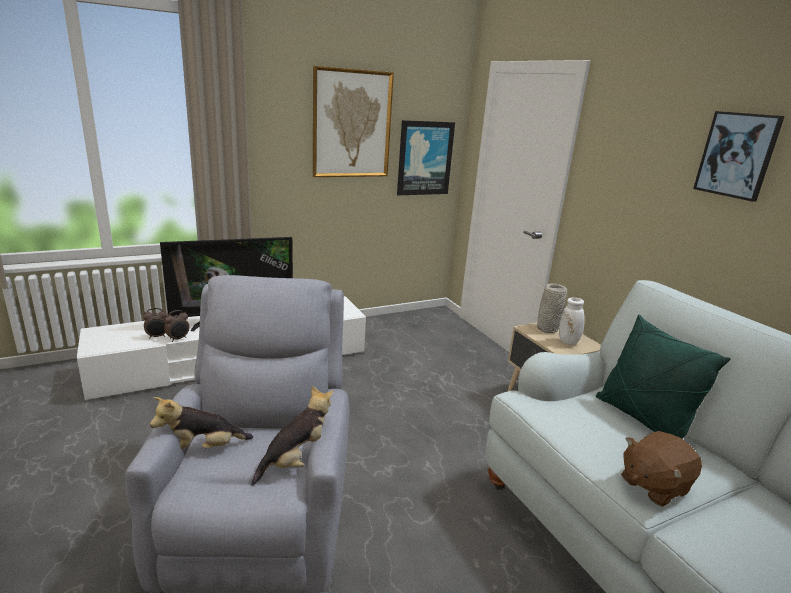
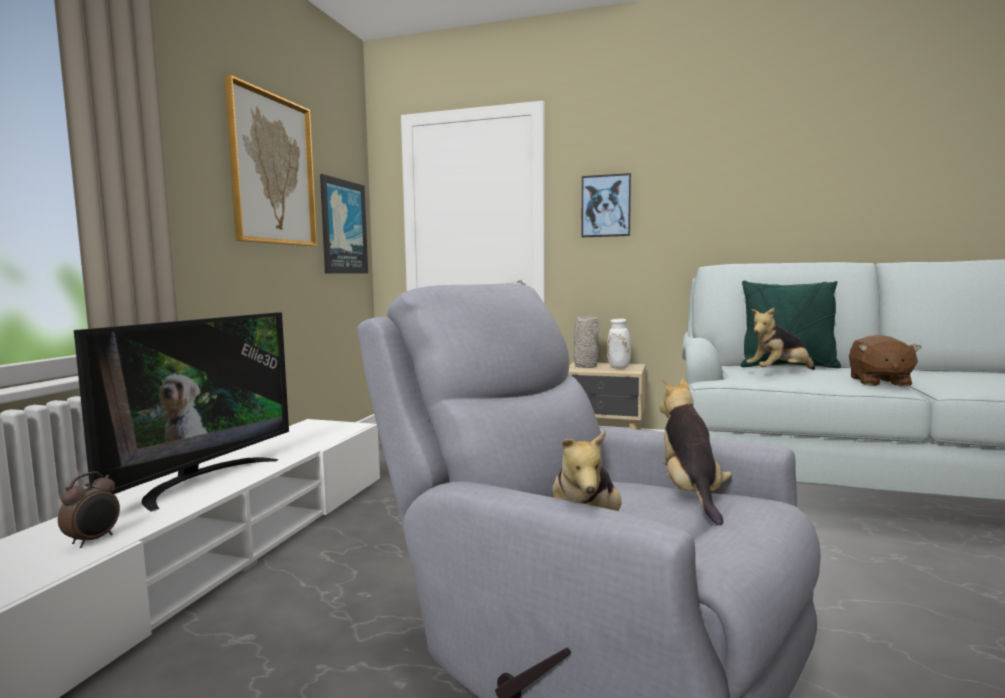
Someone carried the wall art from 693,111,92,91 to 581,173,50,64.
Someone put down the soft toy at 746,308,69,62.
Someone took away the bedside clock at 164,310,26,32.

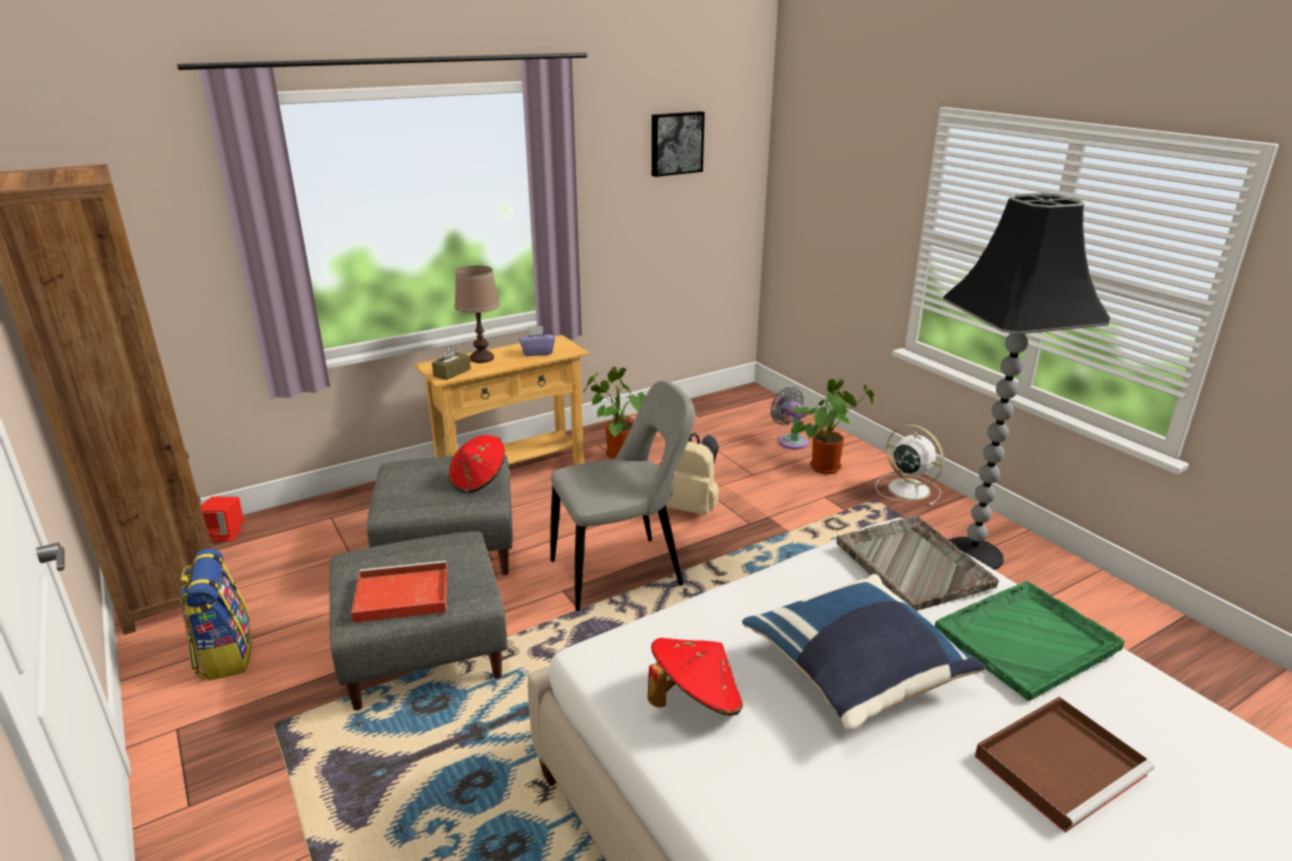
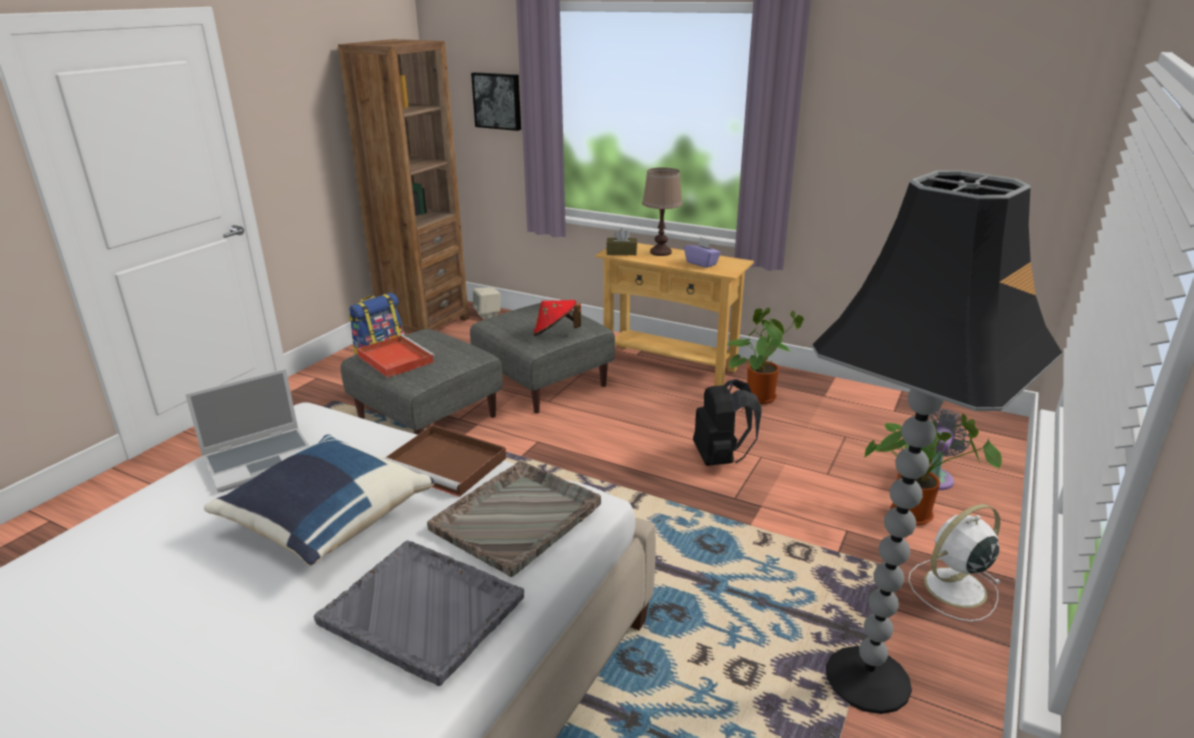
Someone swapped the red-coloured wearable hat at 648,638,95,78 for the portable computer at 185,369,125,123.
Someone repainted the green carrying tray at 935,580,190,121, which became the greyish carrying tray at 314,540,210,146.
Someone carried the brownish carrying tray from 975,697,179,136 to 384,425,122,72.
Someone carried the wall art from 652,111,53,66 to 471,72,50,59.
Someone repainted the red-coloured loudspeaker at 201,496,43,45, which became the sand-coloured loudspeaker at 473,287,27,32.
Someone repainted the sand-coloured rucksack at 666,433,53,82, which became the black-coloured rucksack at 693,379,68,87.
Someone rotated the whitish cooling fan at 875,425,69,81 by 135 degrees counterclockwise.
Someone took away the greyish upright chair at 550,381,145,230.

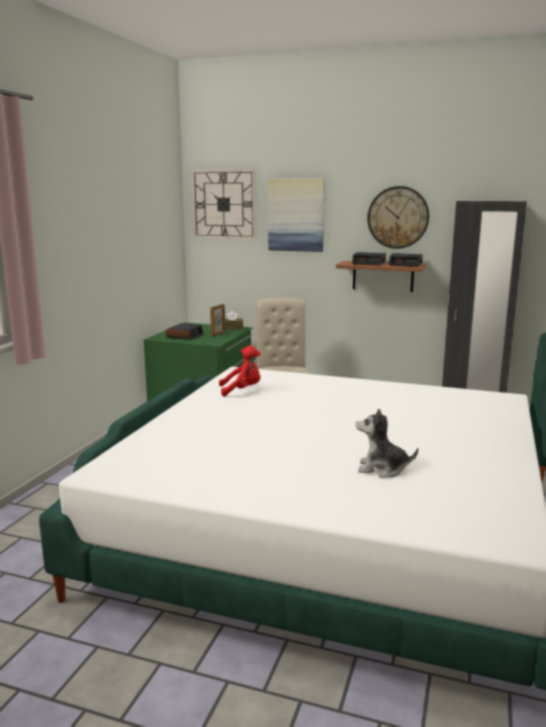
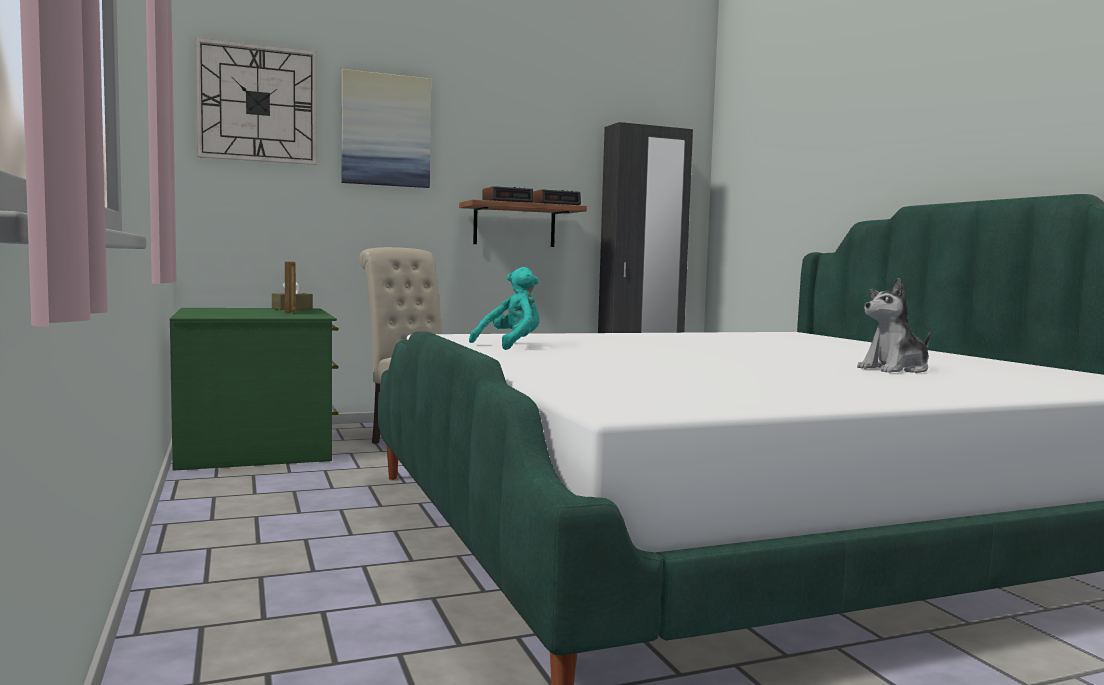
Someone repainted the red-coloured soft toy at 219,345,42,52, which became the turquoise soft toy at 469,267,70,83.
Someone took away the bedside clock at 166,323,37,17.
Someone took away the hanging clock at 367,186,62,63.

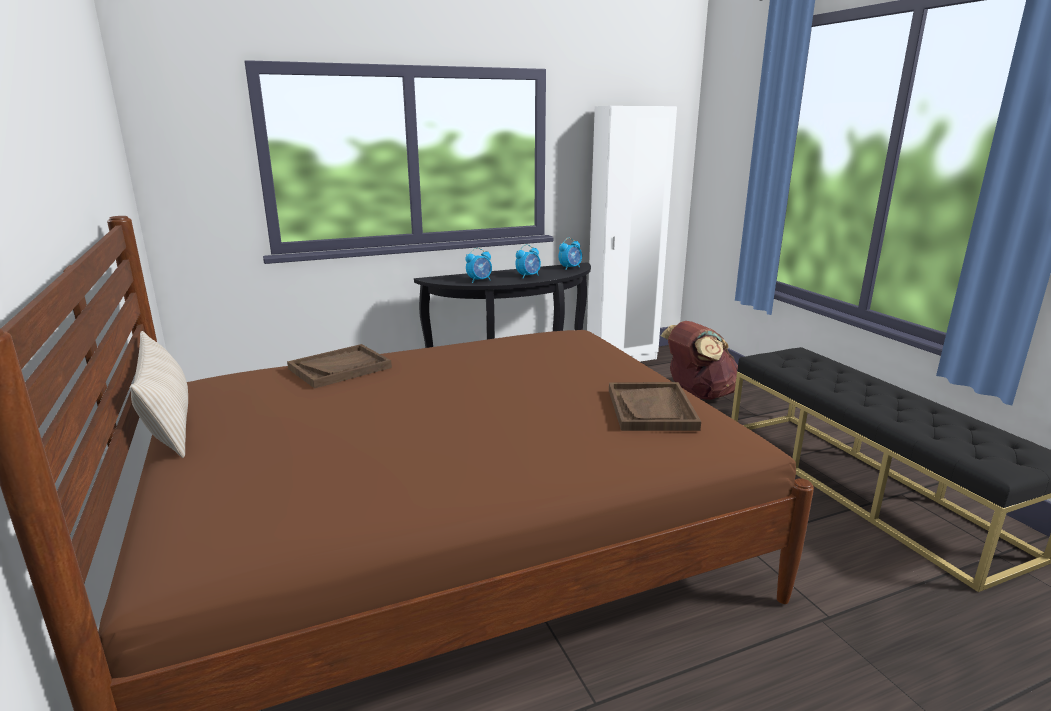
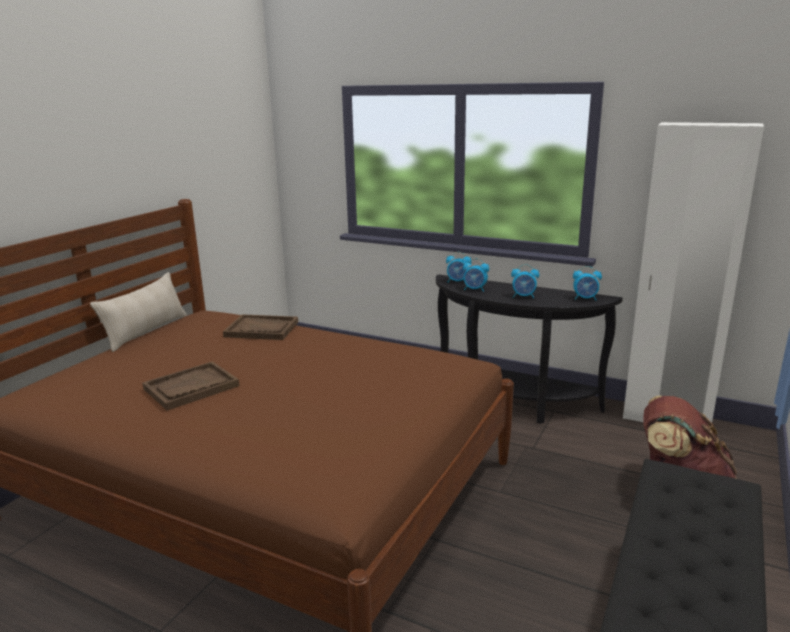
Someone carried the brownish carrying tray from 609,382,92,49 to 142,361,97,49.
Someone put down the bedside clock at 446,252,26,30.

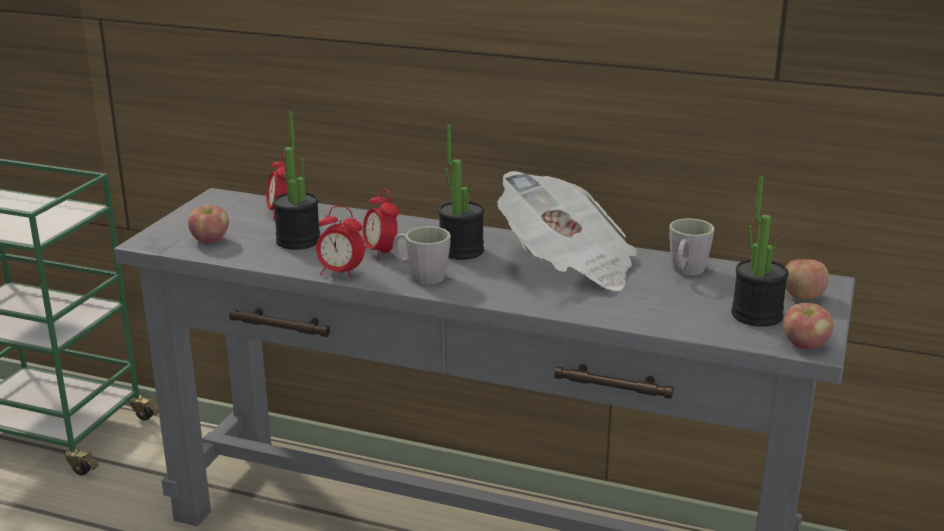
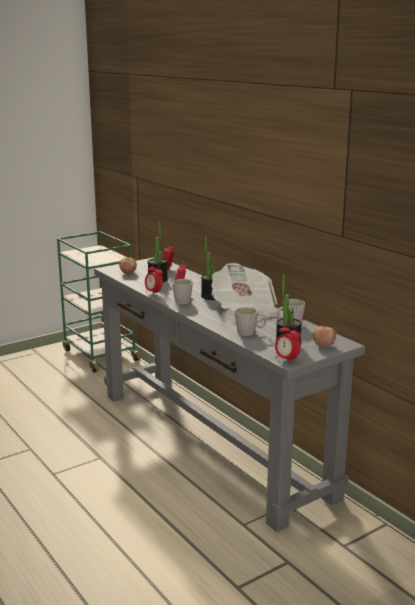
Someone put down the greyish mug at 235,307,32,29.
Someone swapped the apple at 783,303,51,46 for the bedside clock at 275,322,26,42.

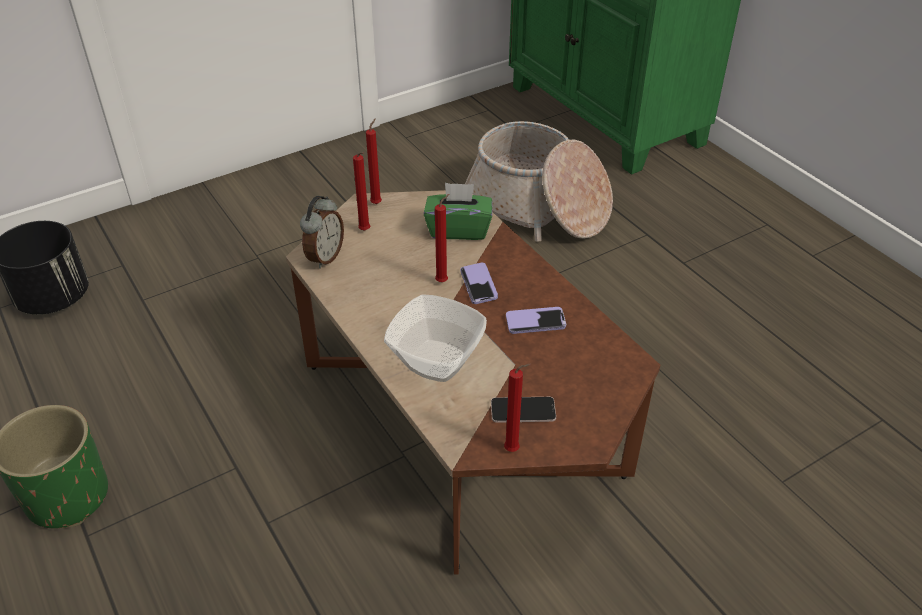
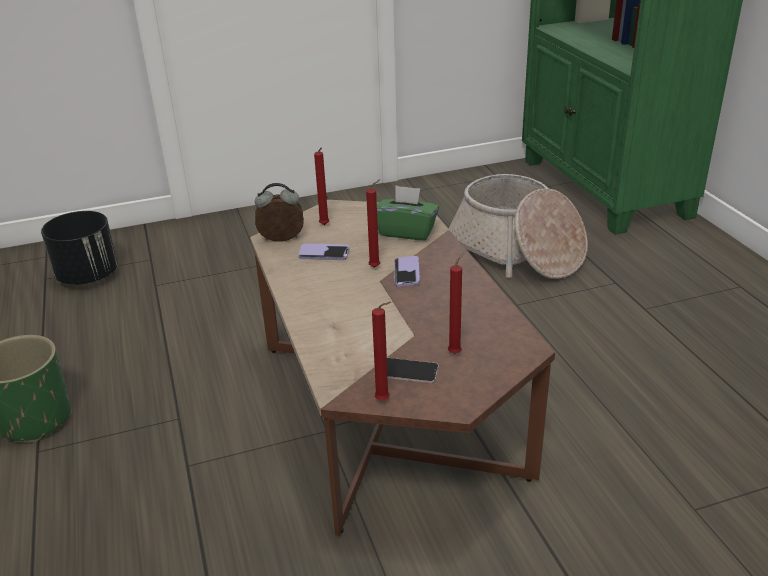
Someone rotated the bedside clock at 300,196,44,73 by 135 degrees counterclockwise.
Someone carried the handset from 506,307,60,27 to 298,243,51,17.
Someone carried the red-coloured wax candle from 366,118,16,86 to 448,253,16,101.
Someone took away the deep dish at 384,294,103,88.

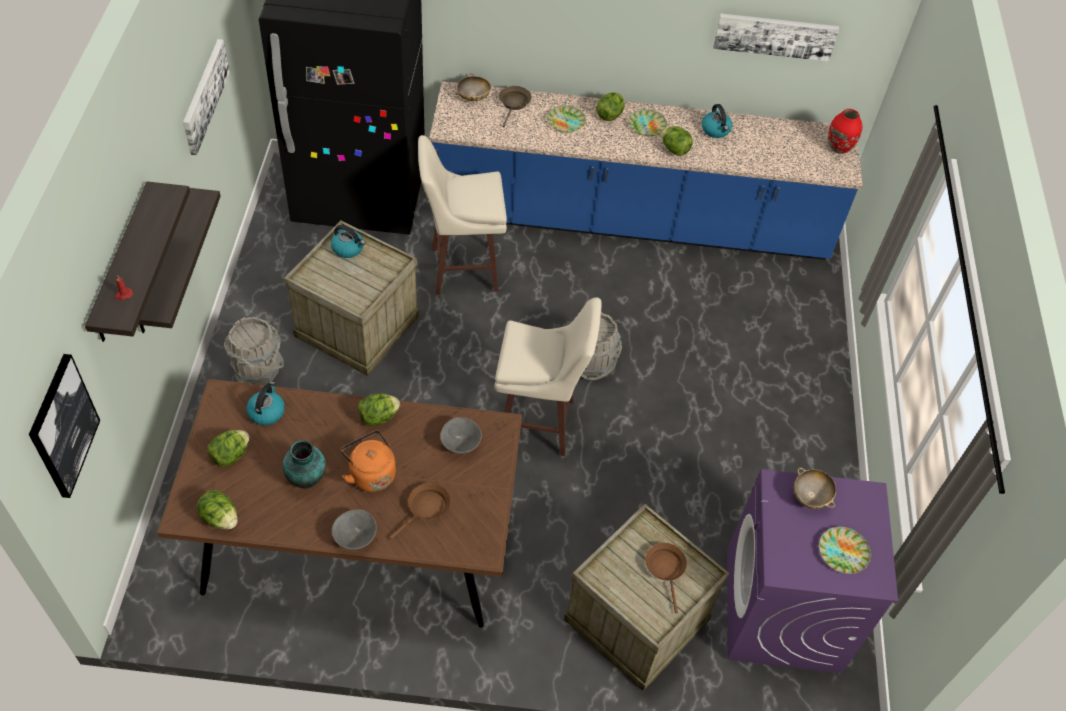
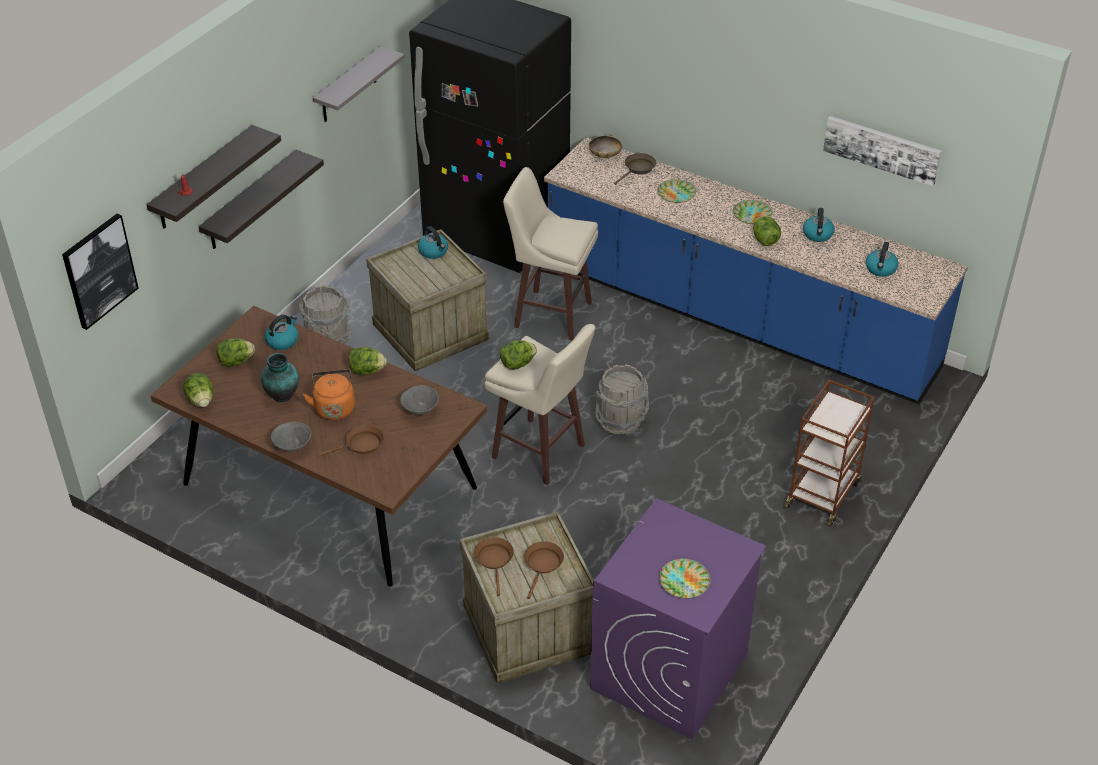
Someone swapped the wall art at 183,39,47,116 for the greyish shelf at 313,46,92,76.
Someone put down the brownish pan at 474,537,40,59.
Someone carried the lettuce head from 596,92,29,29 to 500,340,37,30.
Someone put down the brownish wheeled cart at 784,380,91,147.
Someone put down the kettle at 866,242,33,35.
Someone took away the sand-coloured deep dish at 794,468,42,41.
Someone took away the red-coloured vase at 828,109,34,45.

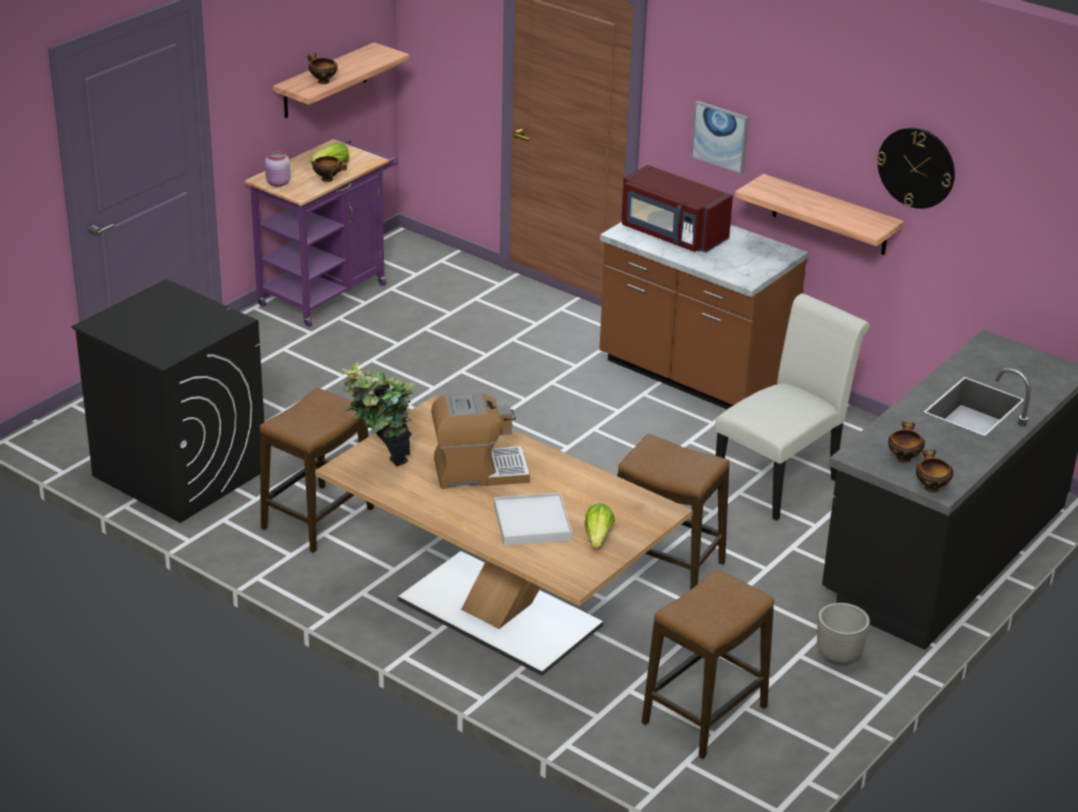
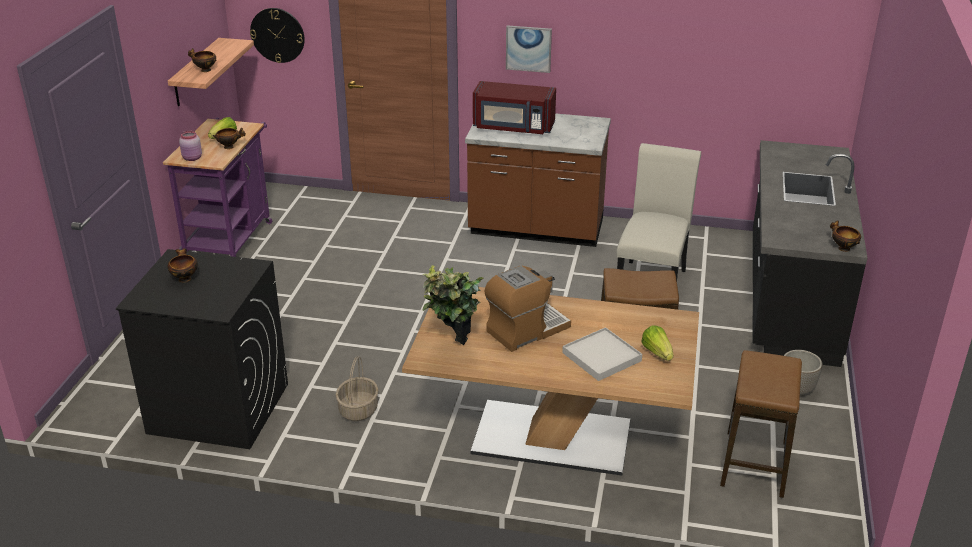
Someone carried the deep dish from 888,421,37,43 to 167,248,31,35.
Someone carried the hanging clock from 877,127,78,82 to 250,8,55,55.
Someone swapped the sitting stool at 260,388,114,165 for the storage basket at 336,356,42,65.
Someone took away the shelf at 735,174,169,81.

